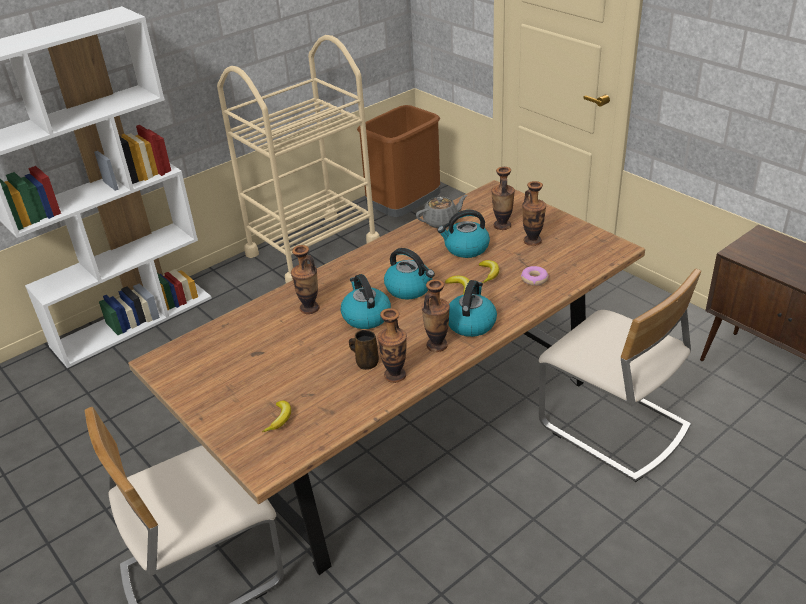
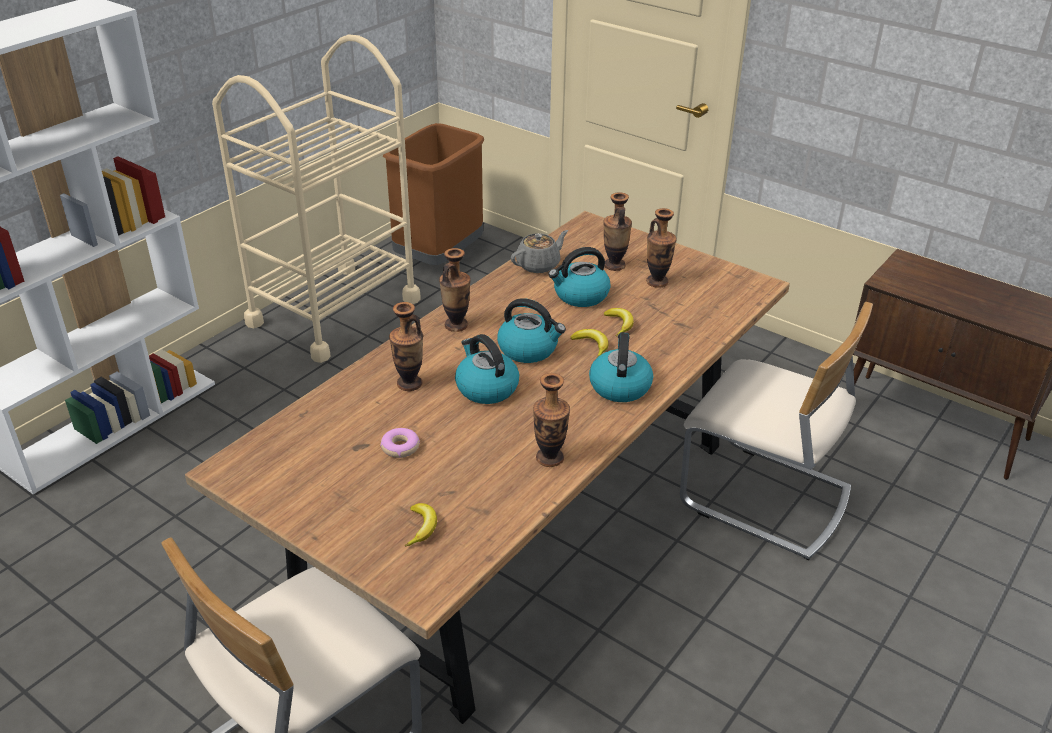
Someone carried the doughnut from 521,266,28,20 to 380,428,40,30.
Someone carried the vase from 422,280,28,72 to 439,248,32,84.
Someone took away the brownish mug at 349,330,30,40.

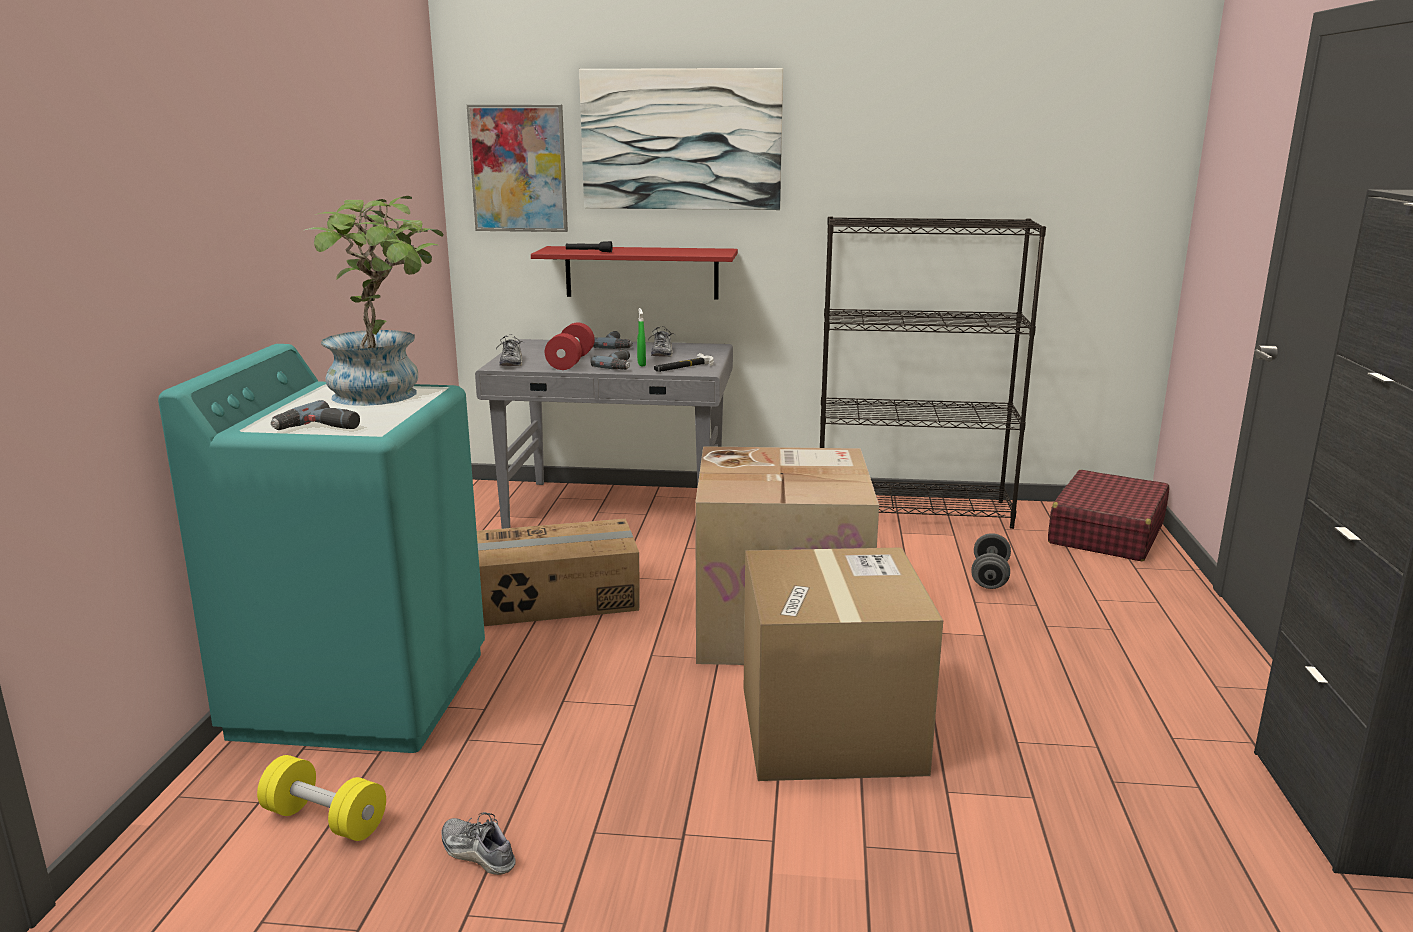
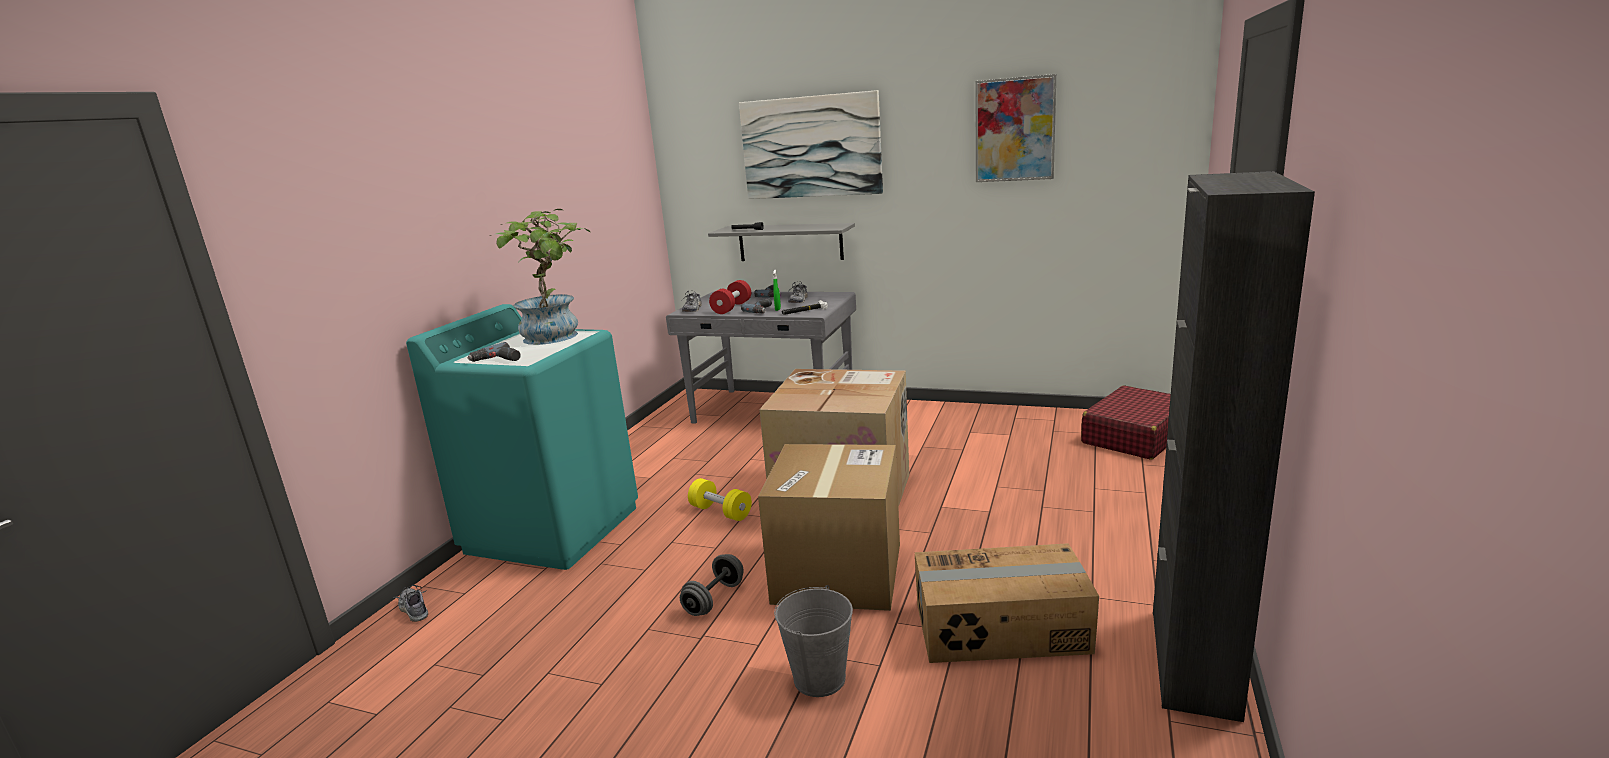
Someone carried the low shoe from 441,812,75,63 to 394,585,34,37.
Someone carried the greyish dumbbell from 971,533,40,56 to 680,554,64,62.
Someone carried the yellow-coloured dumbbell from 257,755,129,86 to 688,478,64,43.
Someone repainted the red-coloured shelf at 531,246,207,54, which became the greyish shelf at 708,223,147,38.
Someone put down the greyish bucket at 774,585,79,112.
Someone carried the cardboard box from 477,519,162,107 to 915,543,184,120.
Someone carried the wall art from 467,105,101,127 to 975,74,81,108.
Someone took away the black-coloured bookcase at 820,216,226,313.

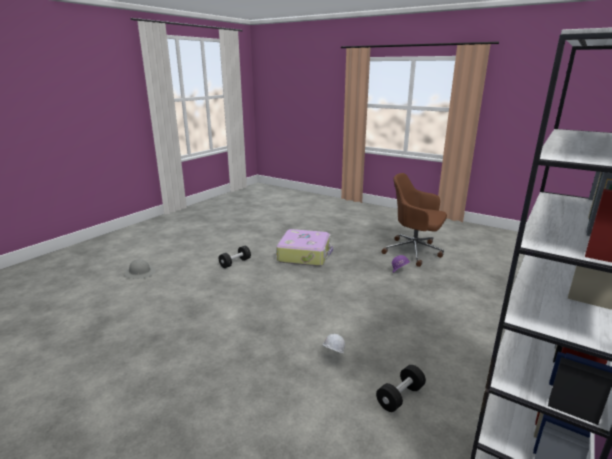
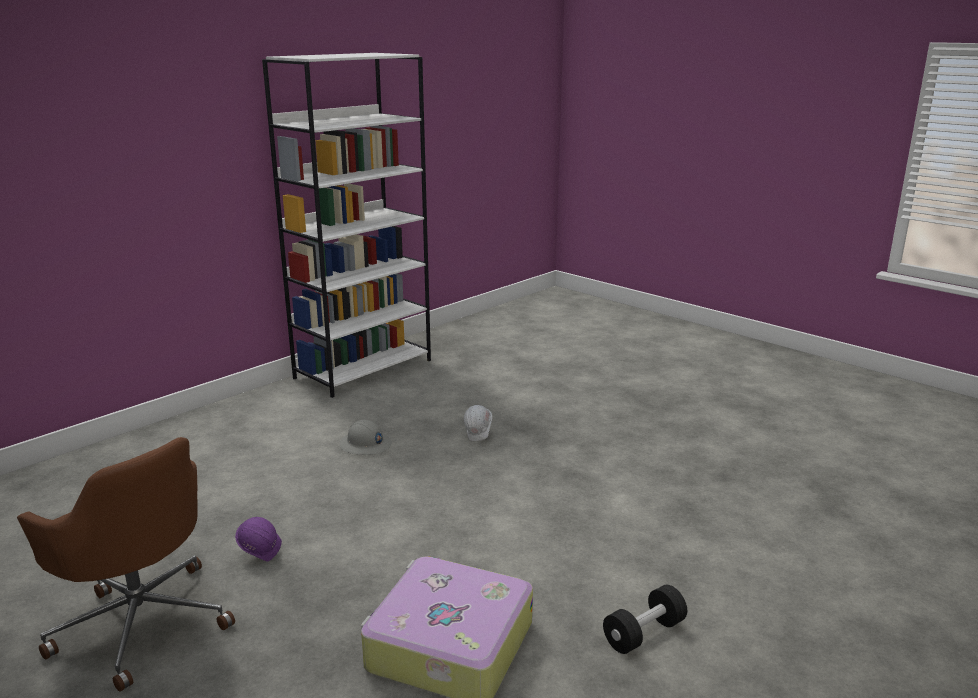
Someone carried the greyish hard hat from 125,259,31,20 to 339,420,53,35.
Someone took away the black-coloured dumbbell at 376,365,50,47.

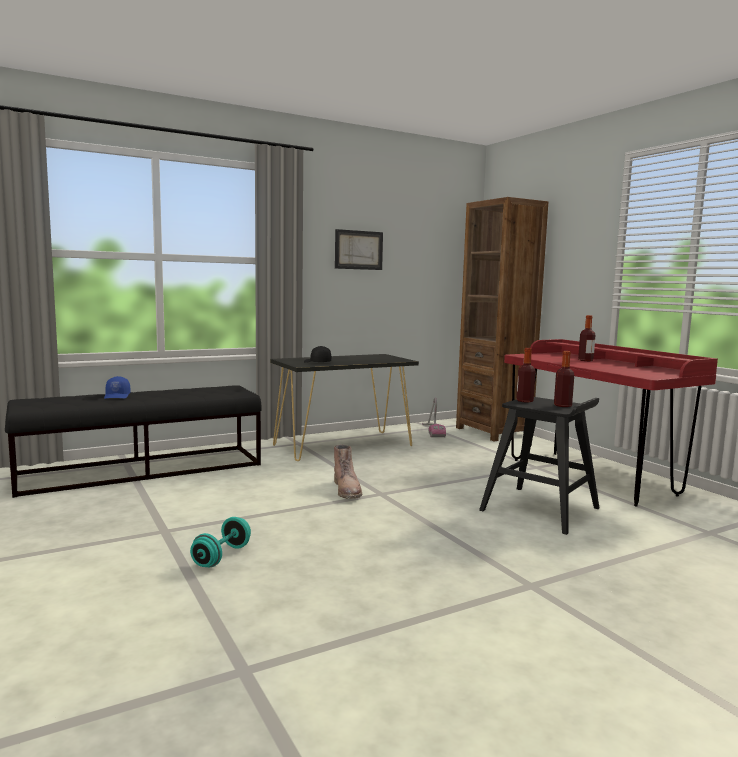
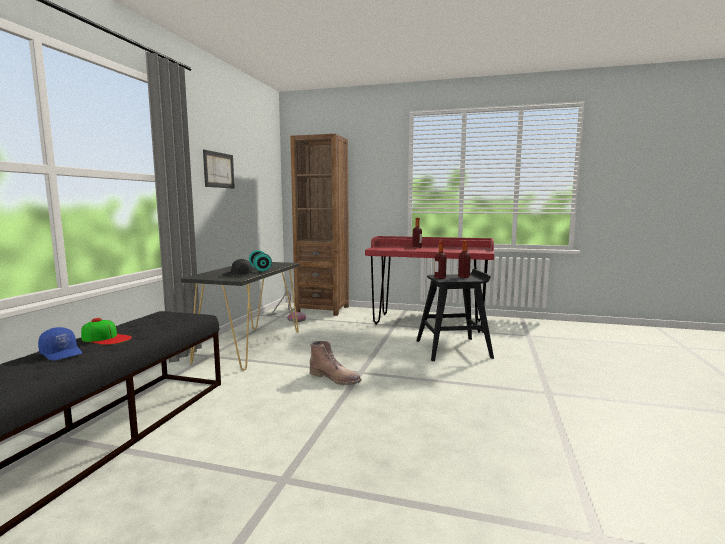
Someone put down the baseball cap at 81,318,51,27.
Someone carried the turquoise dumbbell from 190,517,61,50 to 249,250,23,22.

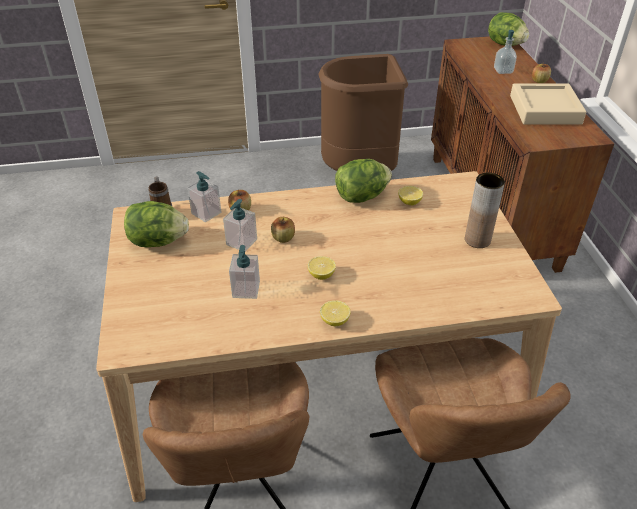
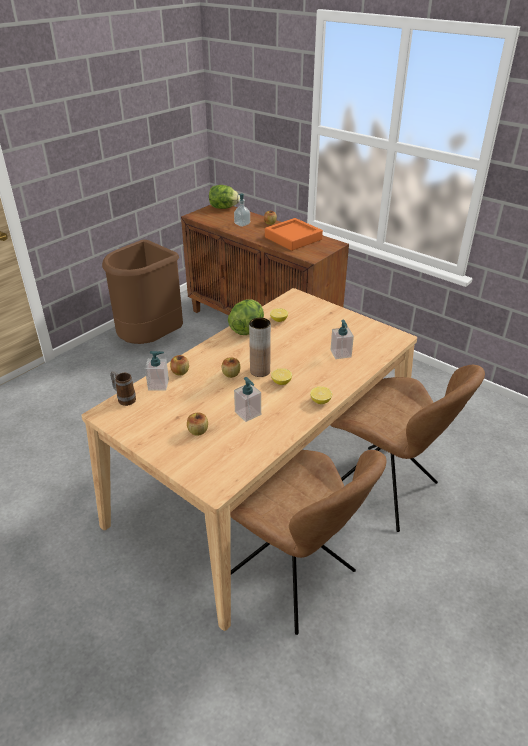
Someone put down the apple at 187,413,21,23.
Someone carried the brownish vase from 465,173,40,75 to 249,318,22,59.
Someone repainted the sand-coloured carrying tray at 510,83,76,42, which became the orangey carrying tray at 265,218,58,33.
Someone carried the soap dispenser from 223,199,34,53 to 331,320,23,39.
Someone took away the lettuce head at 124,201,65,46.

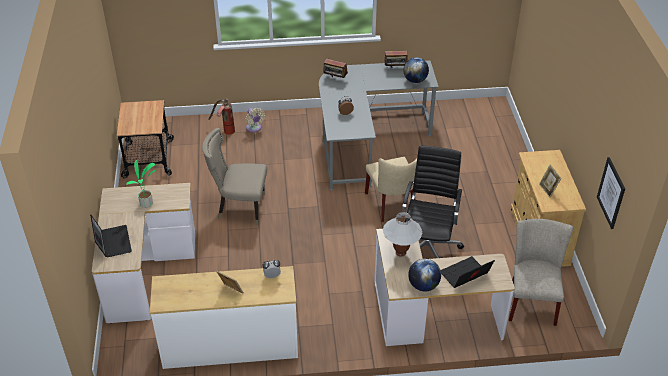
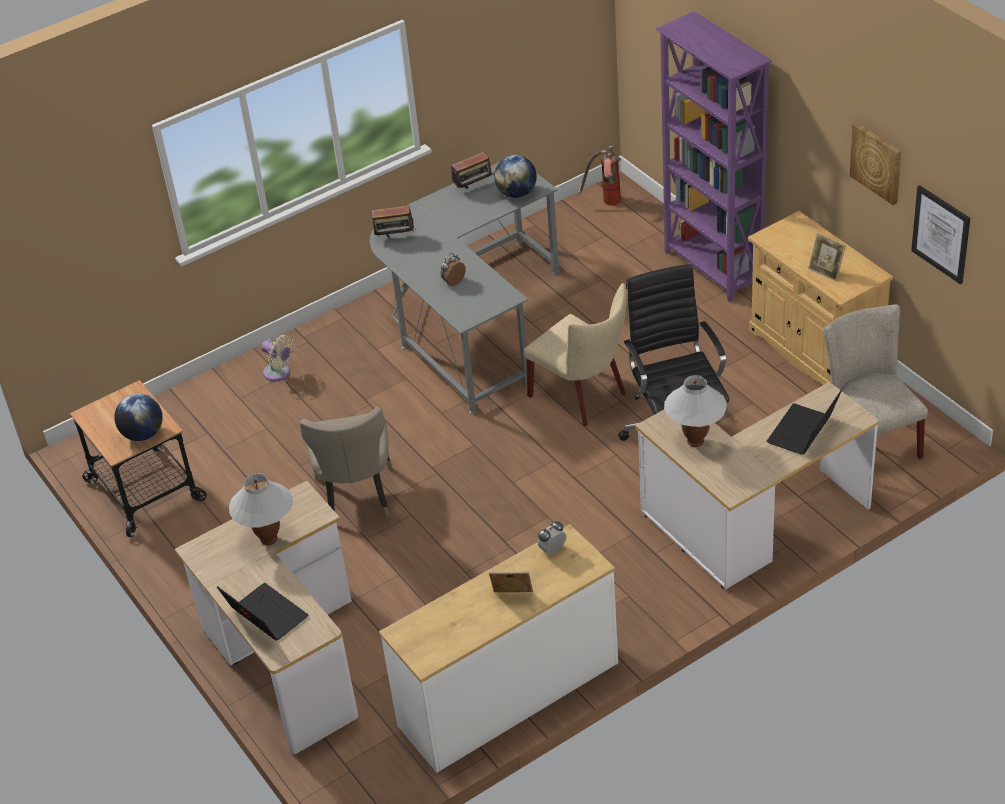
Someone carried the desk globe from 408,259,33,32 to 114,394,49,47.
Someone swapped the potted plant at 126,160,29,48 for the whitish lamp for a table at 229,474,64,71.
Someone rotated the sand-coloured upright chair at 202,128,65,97 by 75 degrees counterclockwise.
Someone carried the fire-fighting cylinder from 208,99,27,36 to 578,145,43,61.
Someone put down the purple bookcase at 655,11,117,291.
Someone put up the wall art at 850,122,51,83.

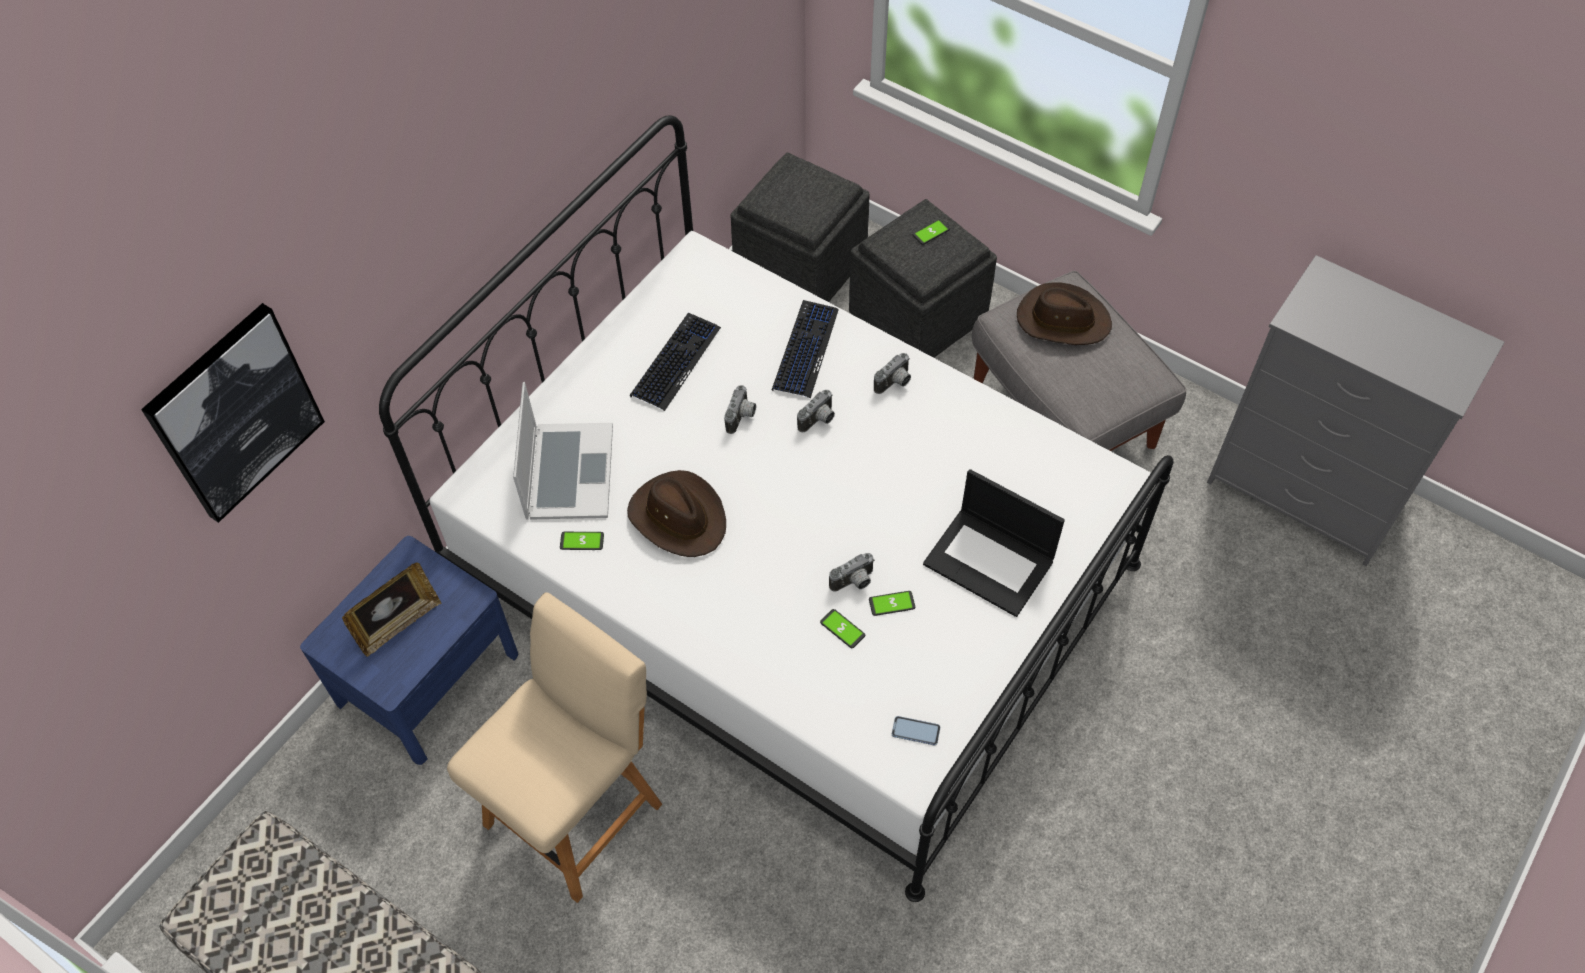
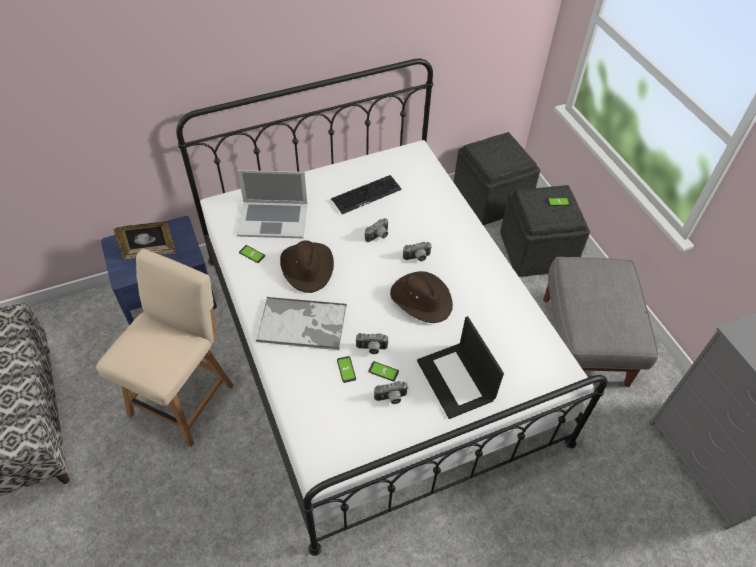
Someone rotated the sand-coloured upright chair at 447,592,215,311 by 45 degrees counterclockwise.
Someone rotated the portable computer at 513,382,100,138 by 60 degrees clockwise.
Someone put down the carrying tray at 256,296,91,54.
Someone carried the still camera from 874,353,37,41 to 374,381,34,23.
Someone carried the brownish wearable hat from 1017,283,95,62 to 390,271,63,52.
Someone took away the wall art at 141,303,184,220.
Someone took away the PC keyboard at 772,300,67,99.
Someone took away the handset at 892,716,49,29.

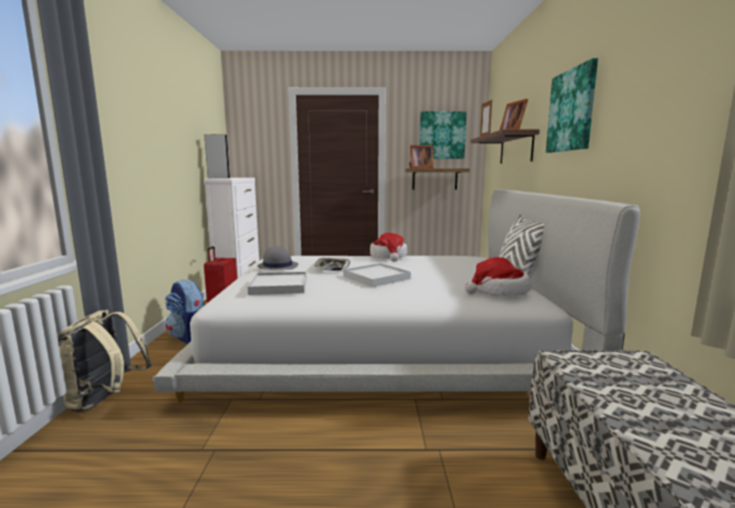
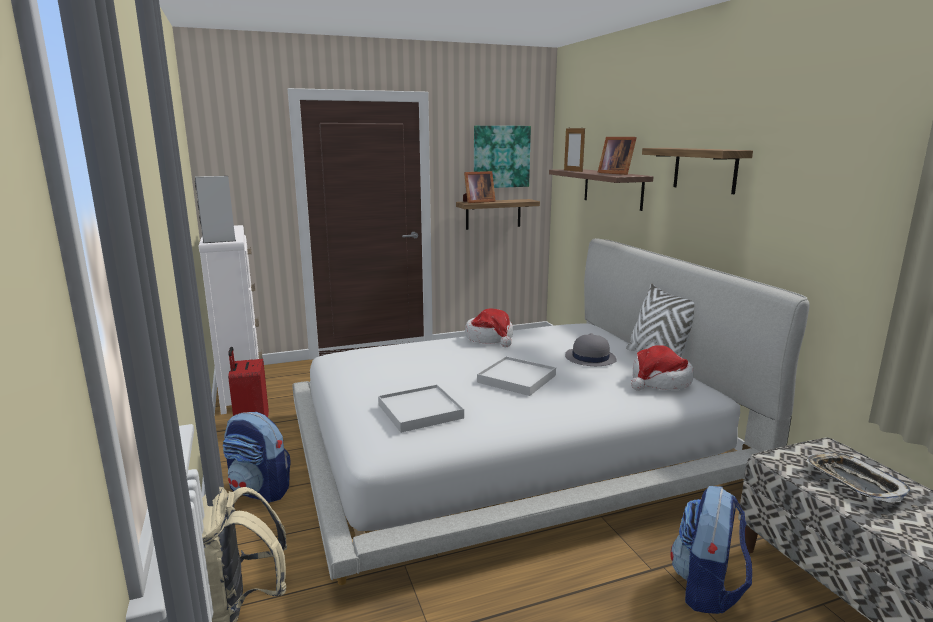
Someone carried the greyish wearable hat from 257,246,42,24 to 565,333,52,33.
Someone swapped the wall art at 546,58,52,95 for the shelf at 642,148,111,46.
Someone put down the rucksack at 670,486,82,128.
Someone carried the carrying tray from 314,258,36,13 to 806,453,105,50.

